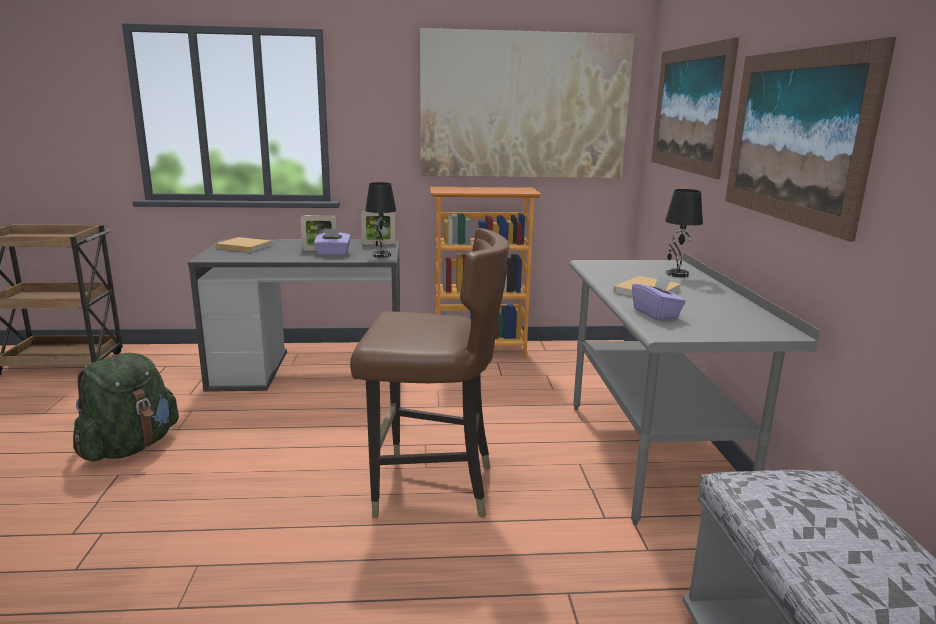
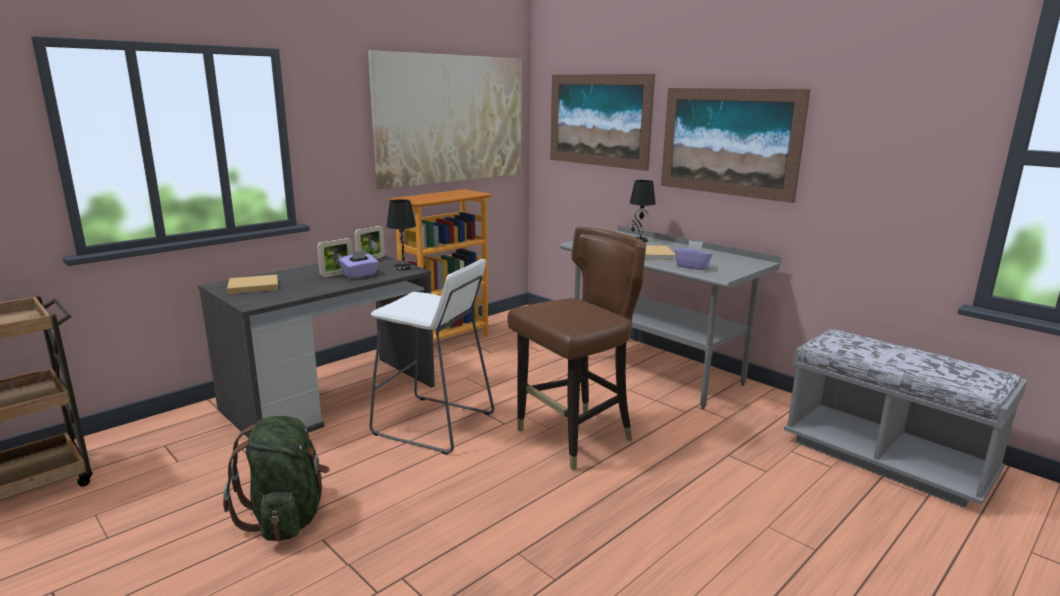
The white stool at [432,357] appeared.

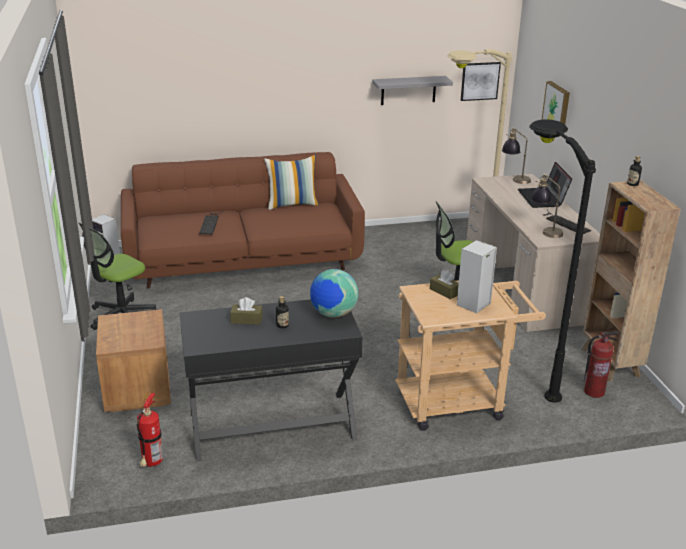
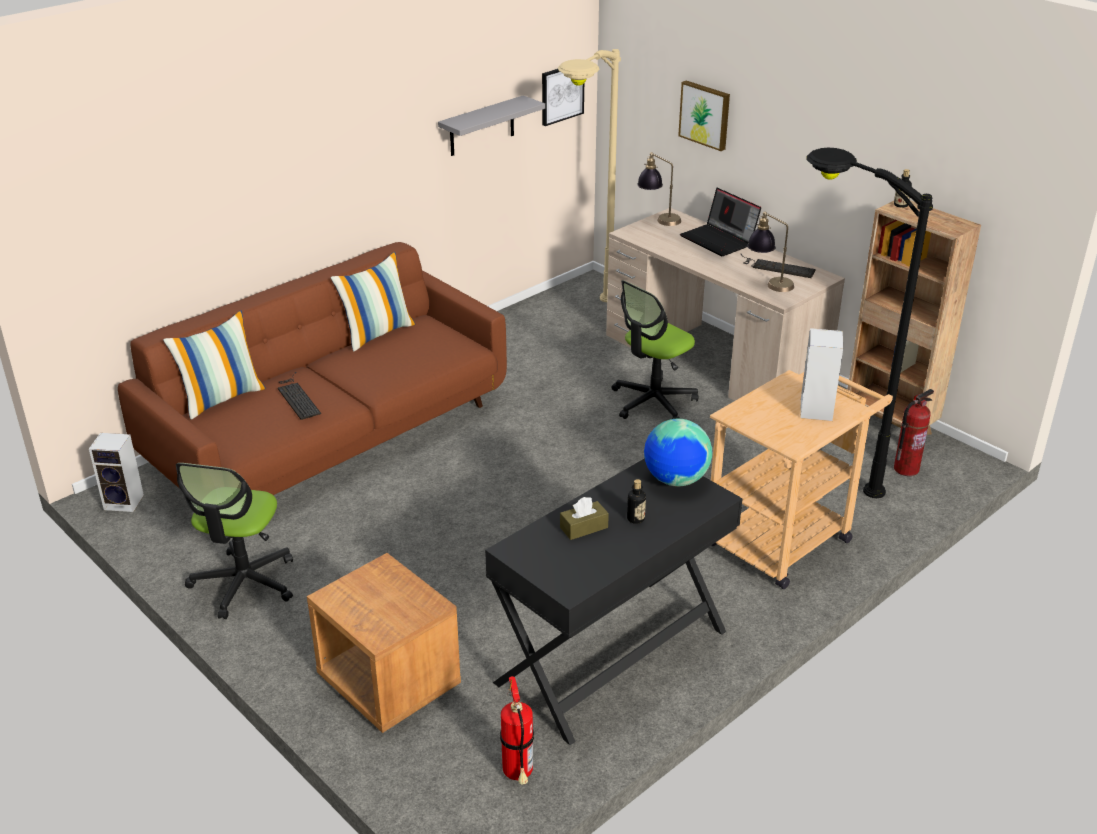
The pillow at [214,365] appeared.
The brown tissue box at [444,284] disappeared.

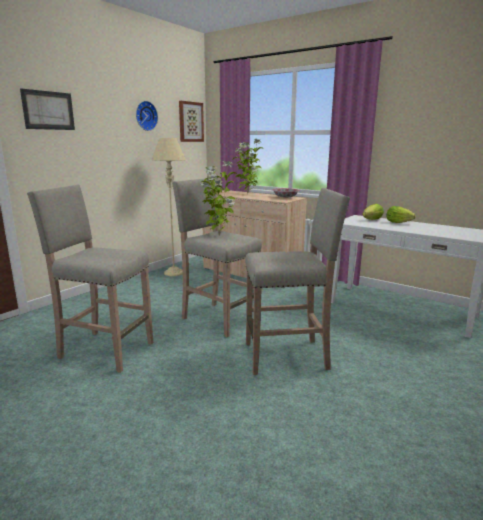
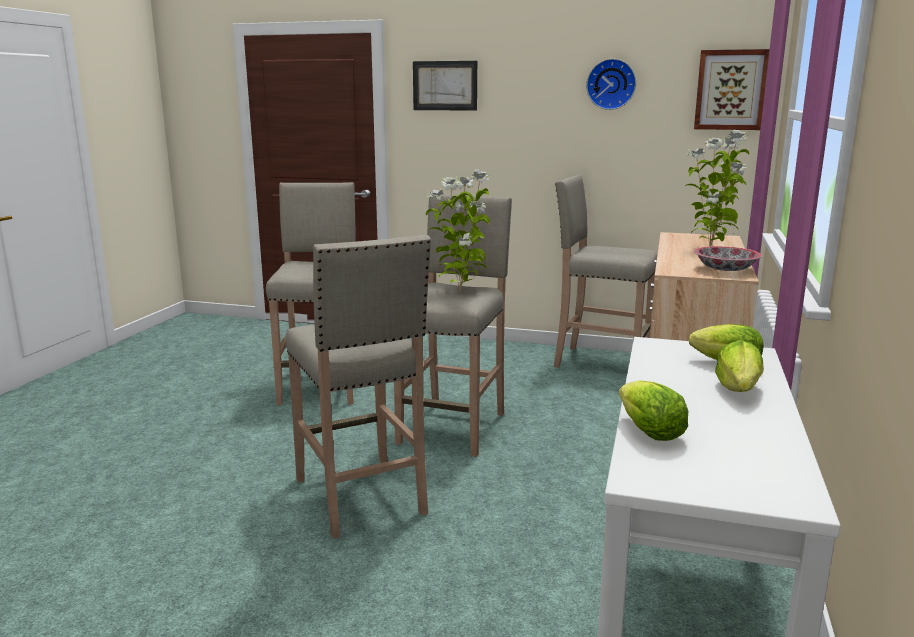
The beige floor lamp at [169,207] was replaced by the beige stool at [606,271].
The lettuce at [653,410] appeared.

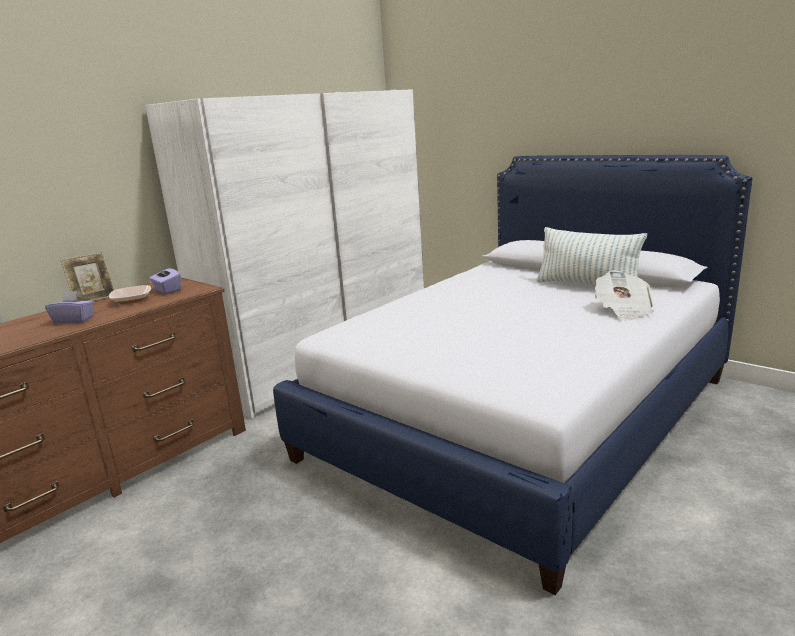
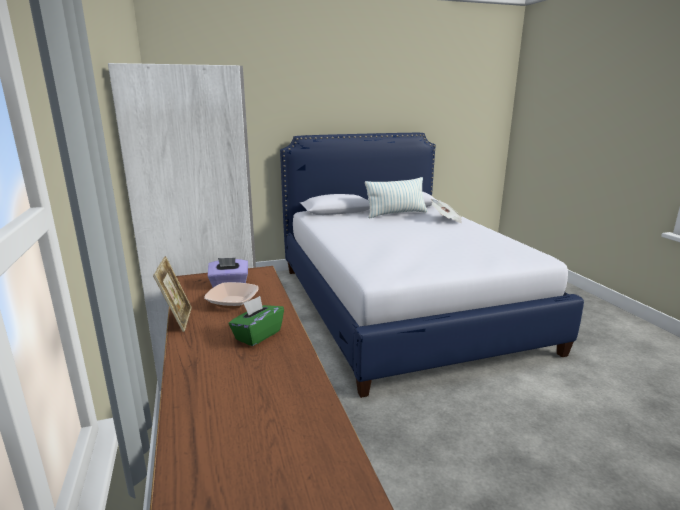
The purple tissue box at [69,307] became the green tissue box at [256,321].

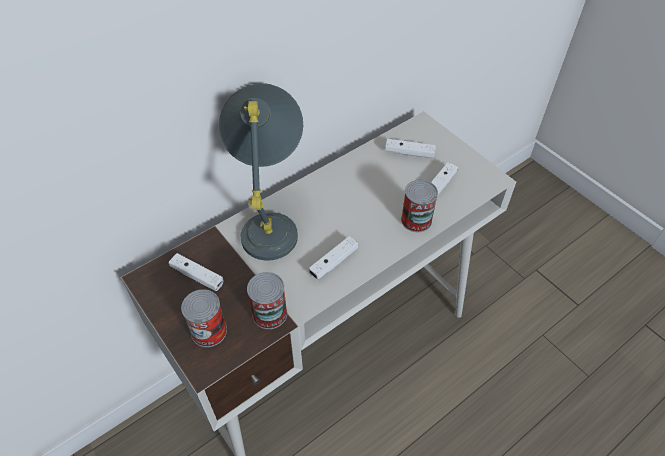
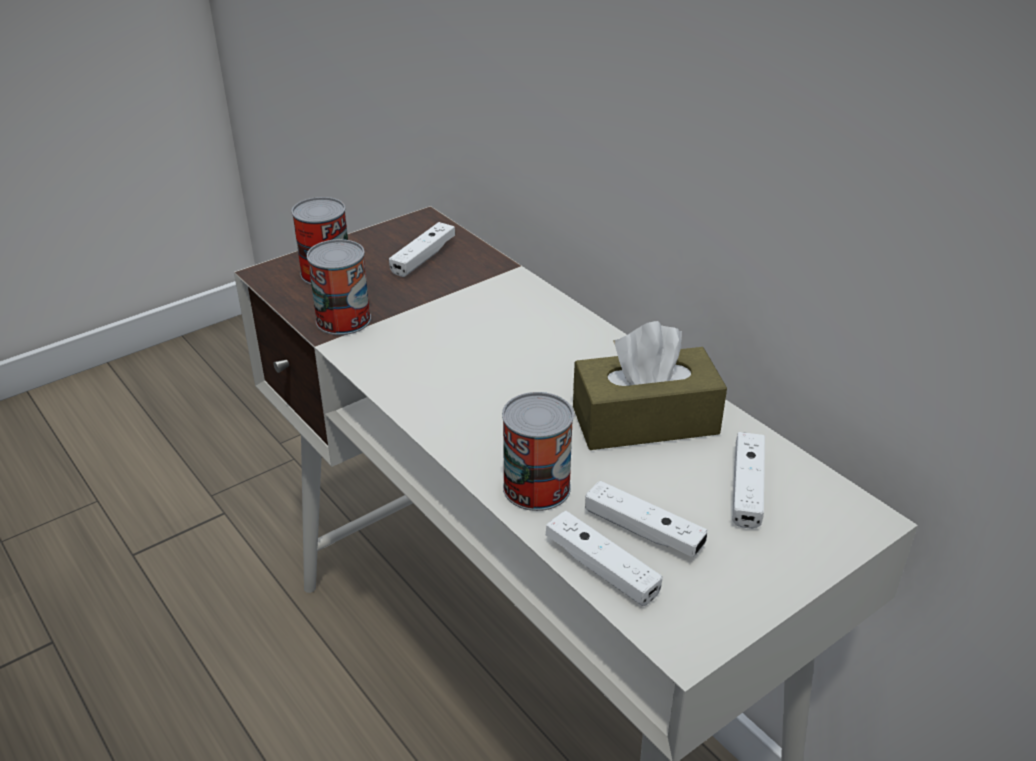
The white game controller moved from [333,258] to [604,558].
The brown tissue box at [650,385] appeared.
The grey table lamp at [261,172] disappeared.

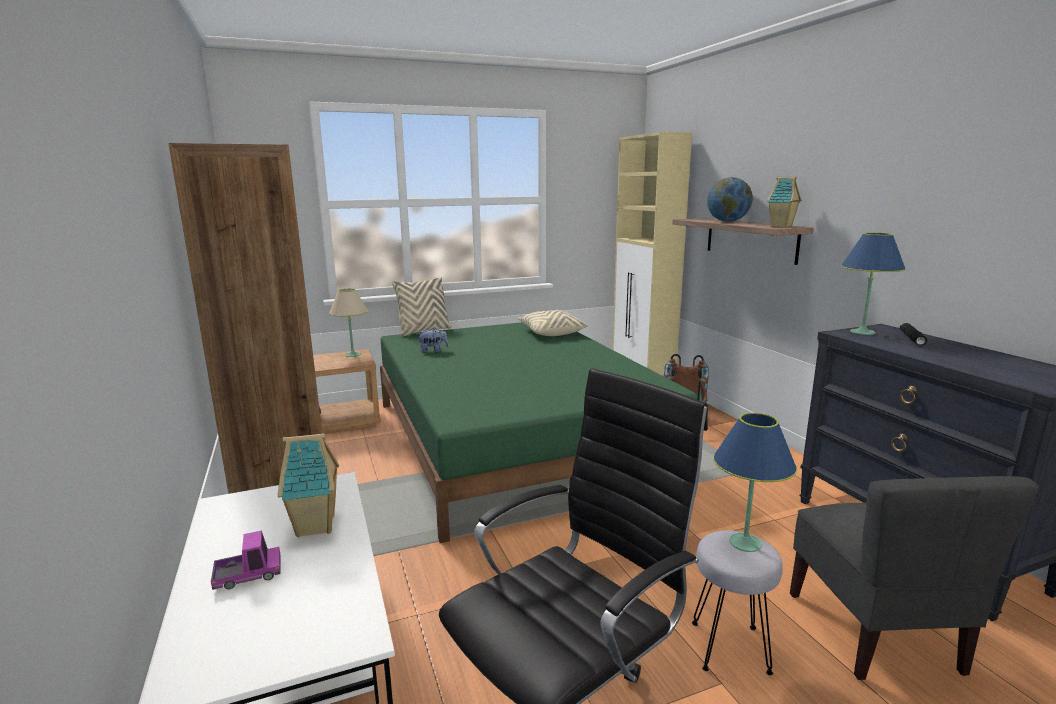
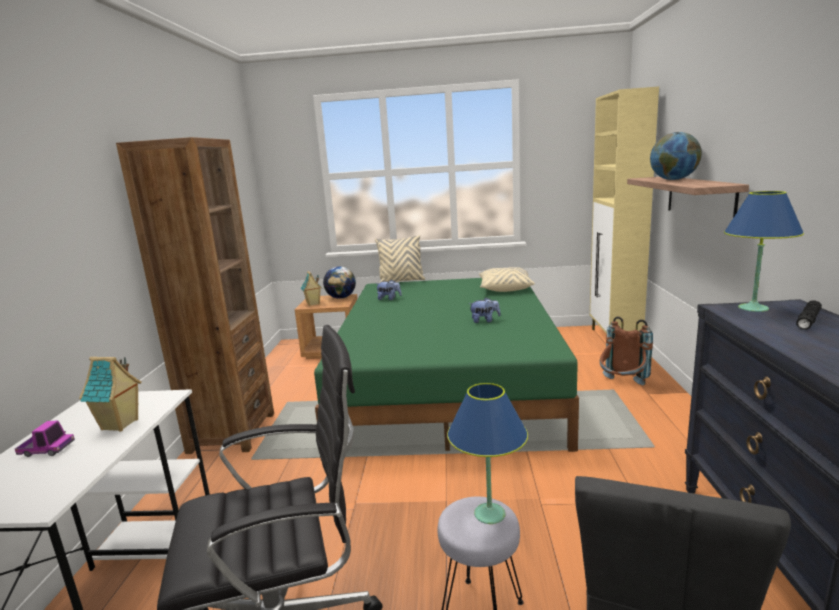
The toy house moved from [784,201] to [311,288].
The beige table lamp at [348,323] was replaced by the globe at [339,282].
The plush toy at [485,310] appeared.

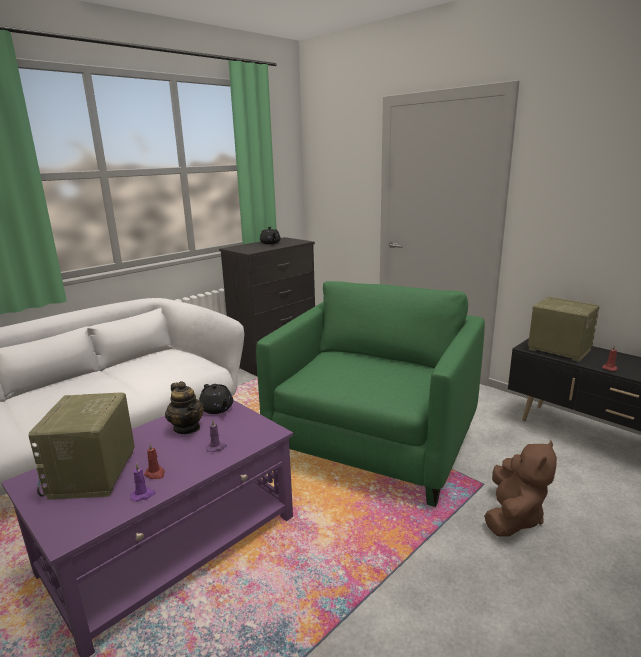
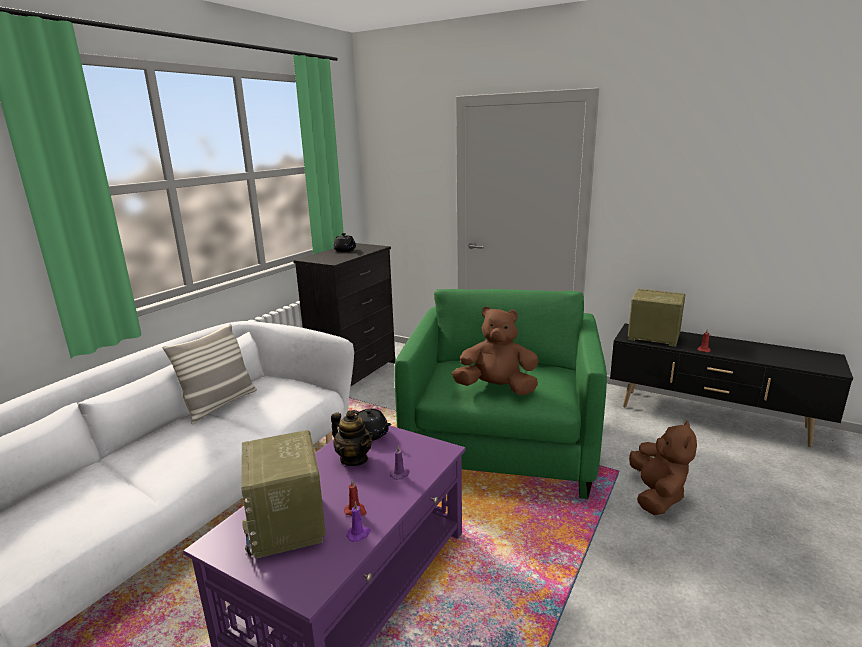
The pillow at [210,373] appeared.
The brown plush toy at [495,350] appeared.

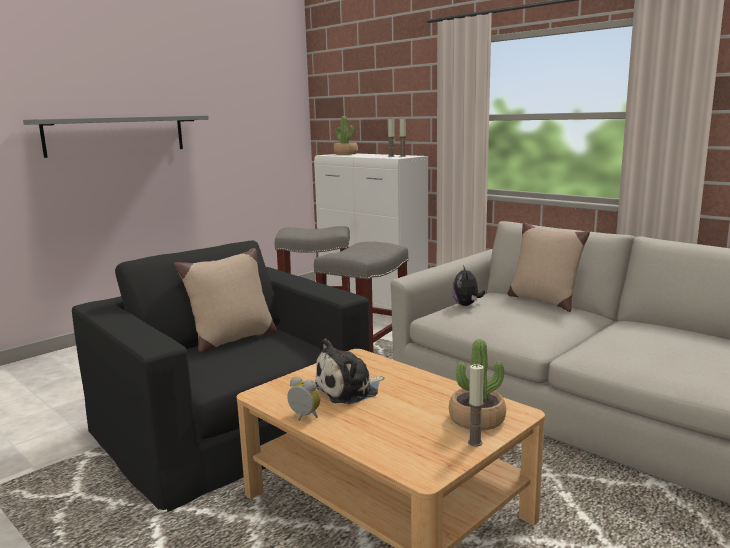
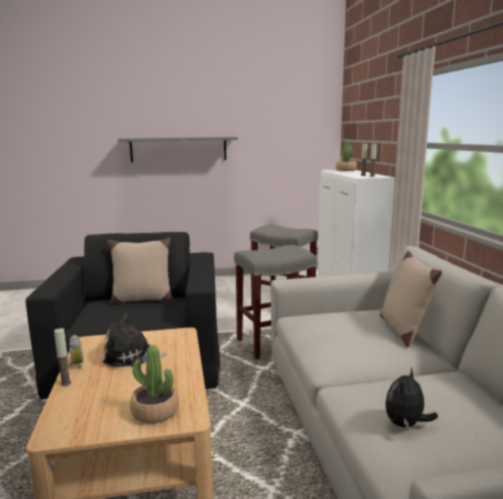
The candle moved from [476,405] to [62,357].
The plush toy moved from [468,285] to [411,398].

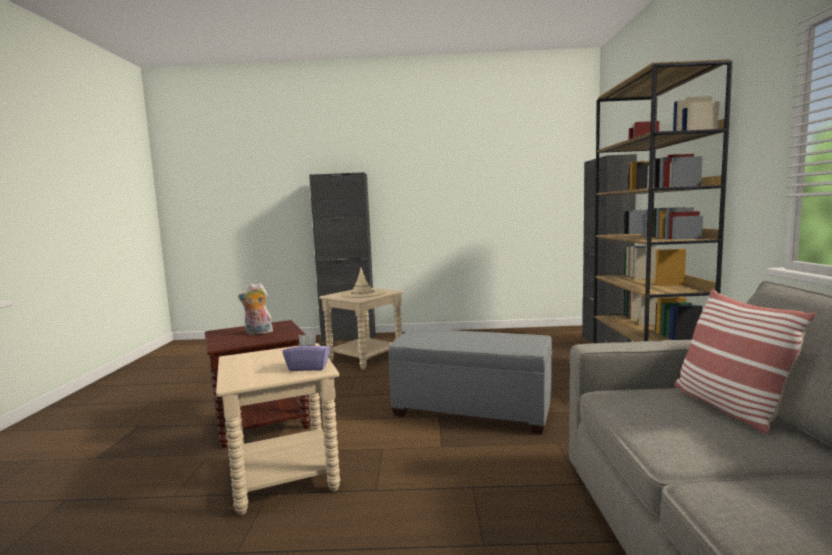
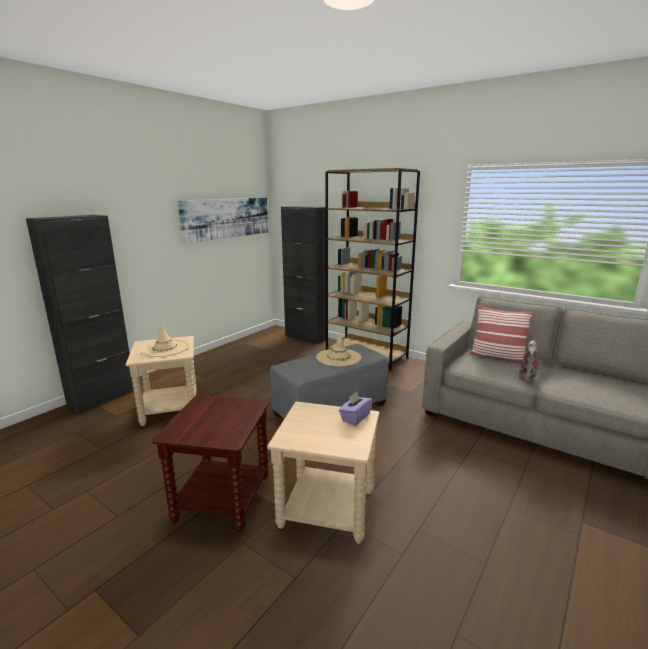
The picture at [223,220] appeared.
The beige hat at [338,350] appeared.
The plush toy moved from [255,309] to [530,361].

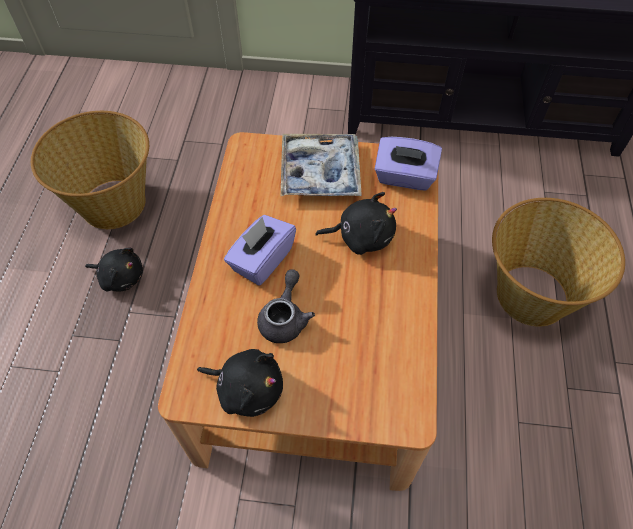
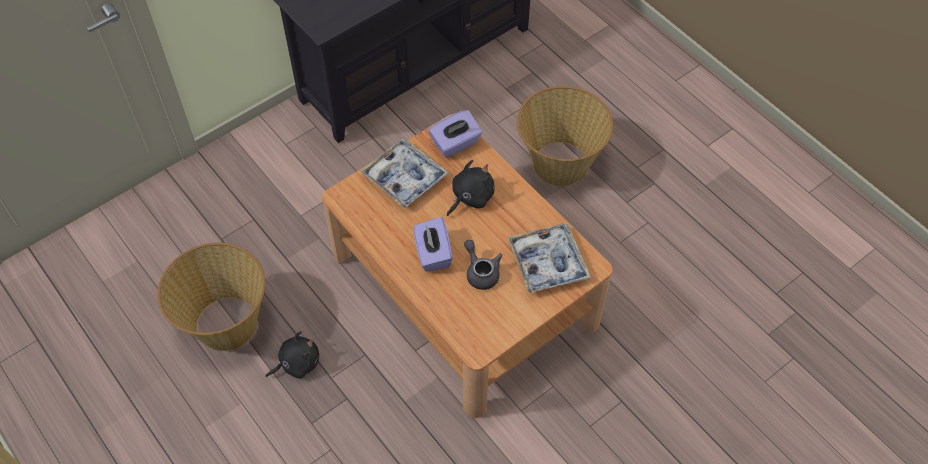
The tray at [549,258] appeared.
The black plush toy at [240,383] disappeared.

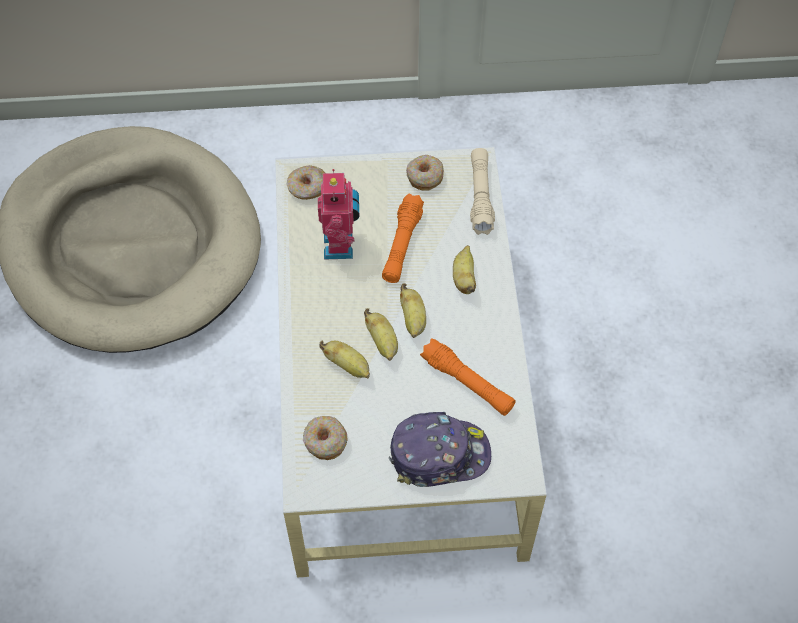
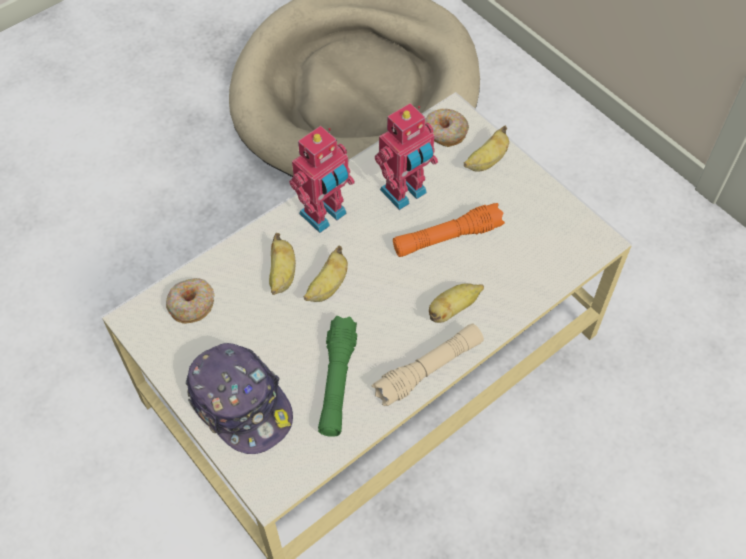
The toy robot at [322,179] appeared.
The orange flashlight at [468,377] became the green flashlight at [337,376].
The beige flashlight moved from [482,191] to [428,364].
The banana moved from [413,310] to [486,149].
The donut at [425,173] disappeared.

